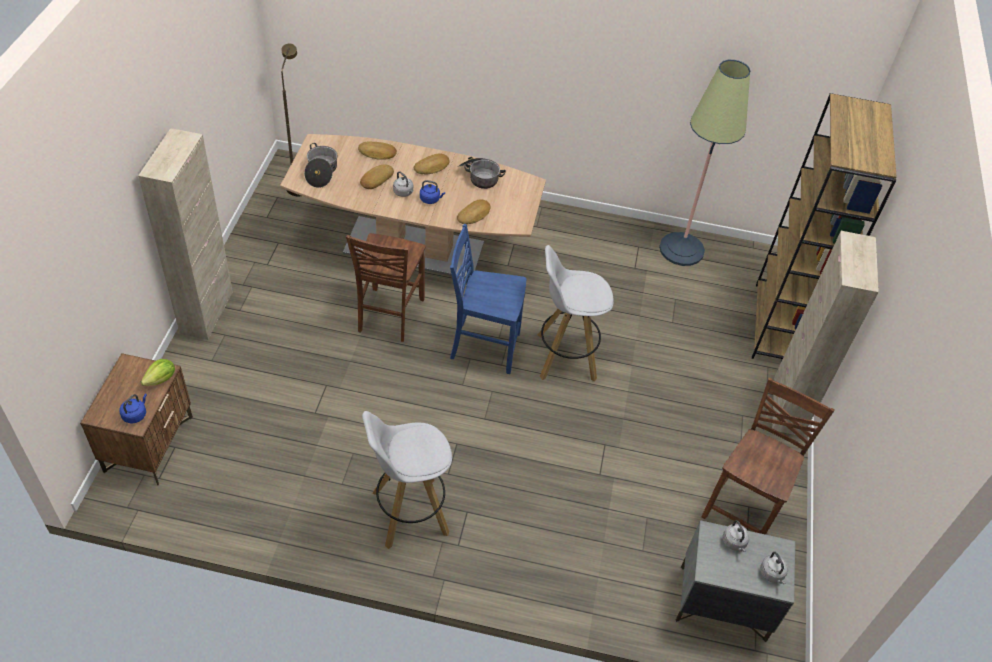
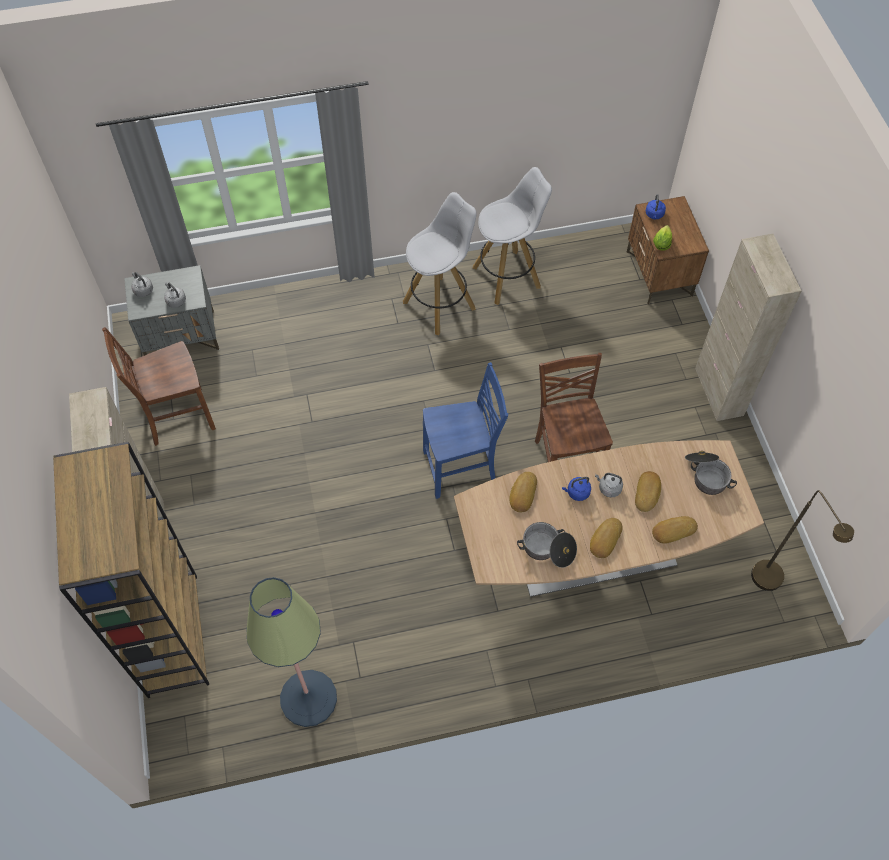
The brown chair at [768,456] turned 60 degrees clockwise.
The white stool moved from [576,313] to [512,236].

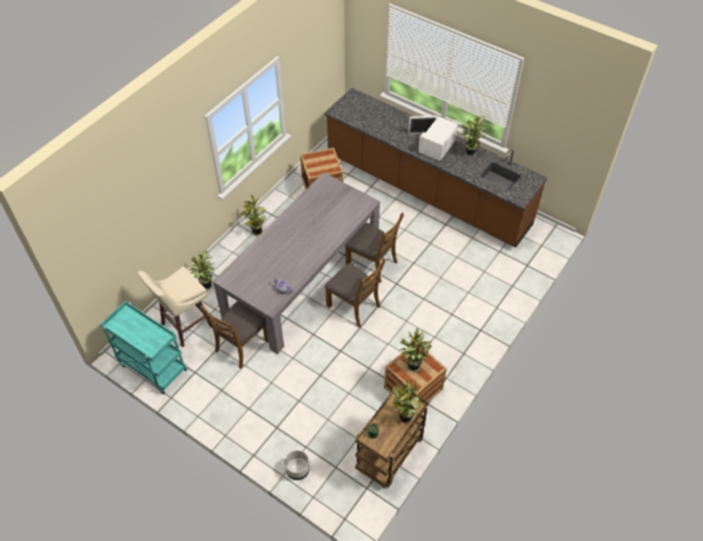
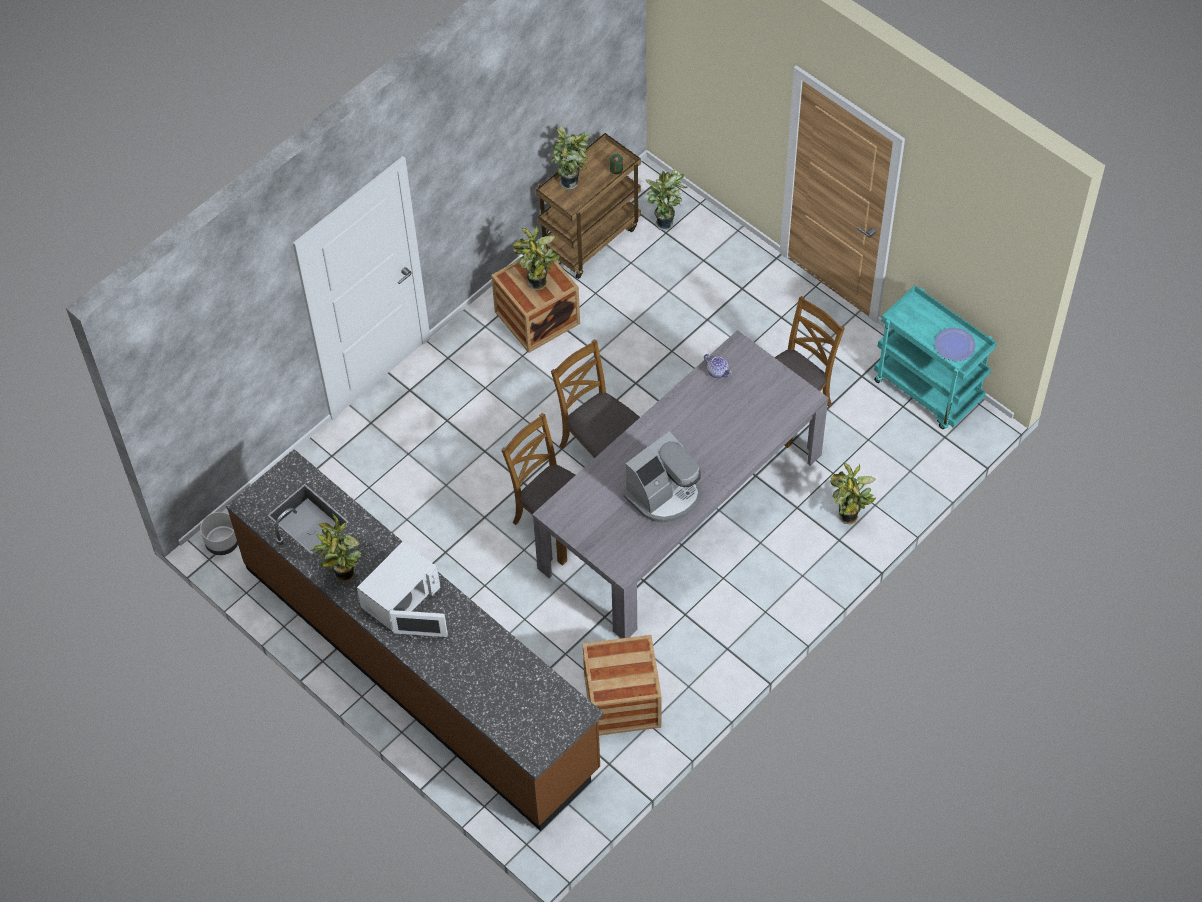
The grey planter moved from [297,465] to [219,533].
The coffee machine at [662,477] appeared.
The potted plant moved from [253,215] to [666,199].
The plate at [955,344] appeared.
The beige stool at [175,307] disappeared.

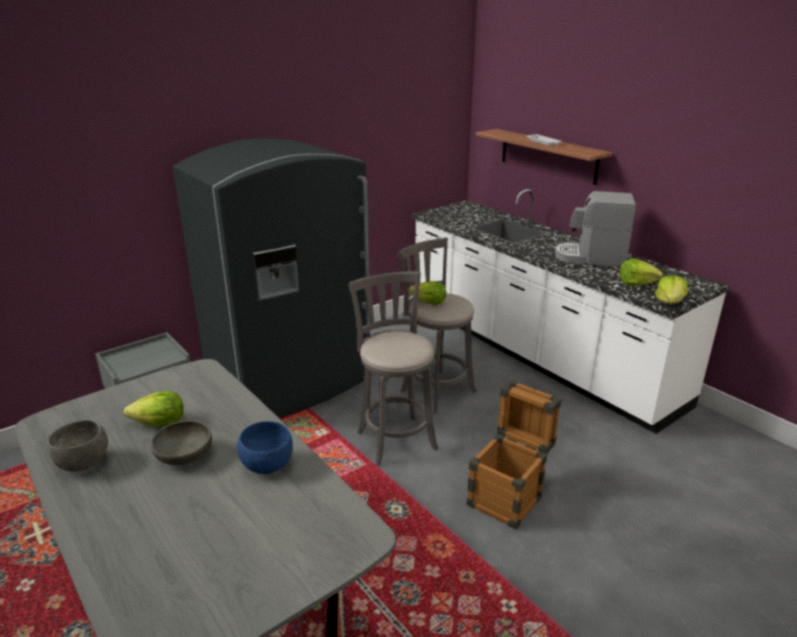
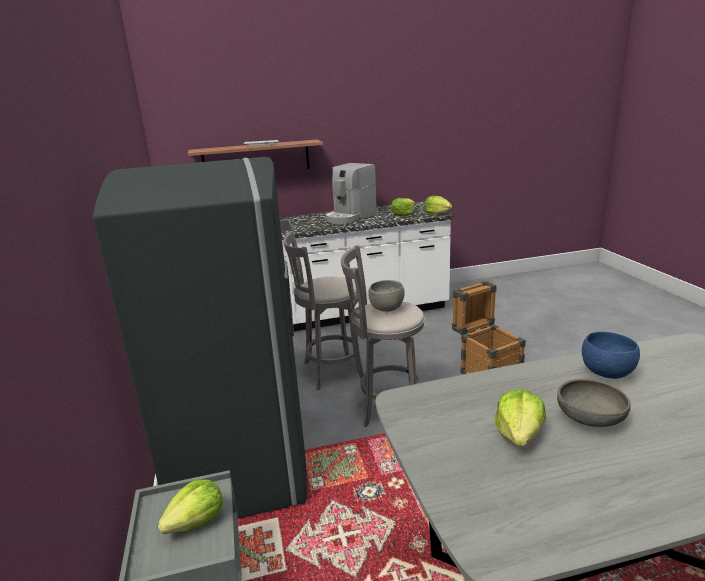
The lettuce moved from [427,293] to [190,506].
The grey bowl moved from [77,446] to [386,296].

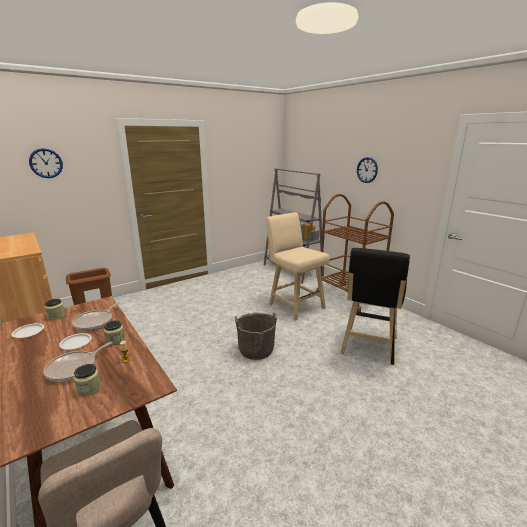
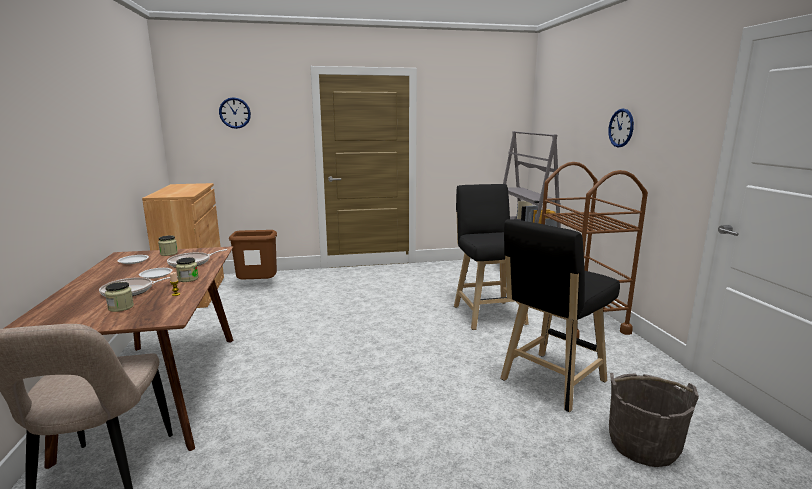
The beige stool at [298,266] became the black stool at [491,257].
The grey bucket moved from [256,336] to [654,420].

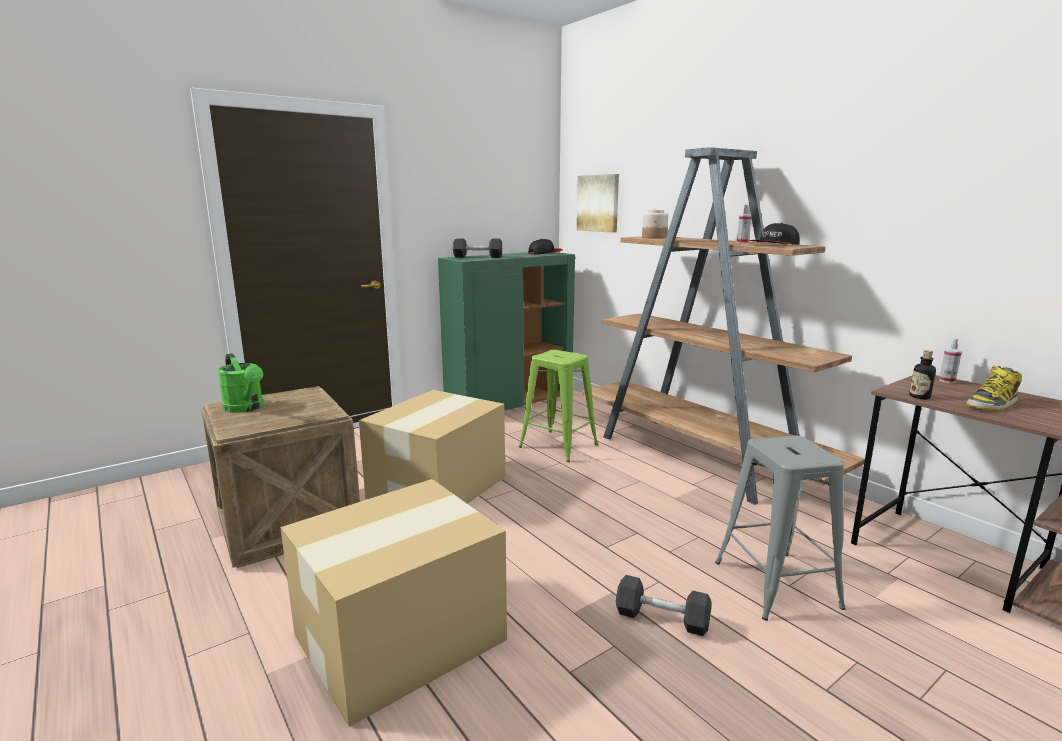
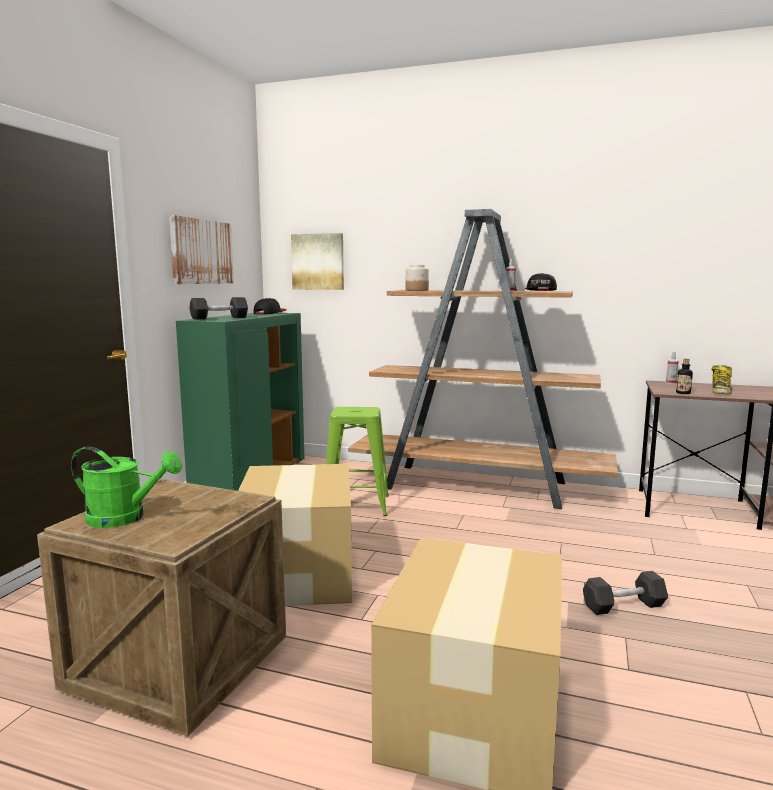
The picture at [201,249] appeared.
The grey stool at [780,528] disappeared.

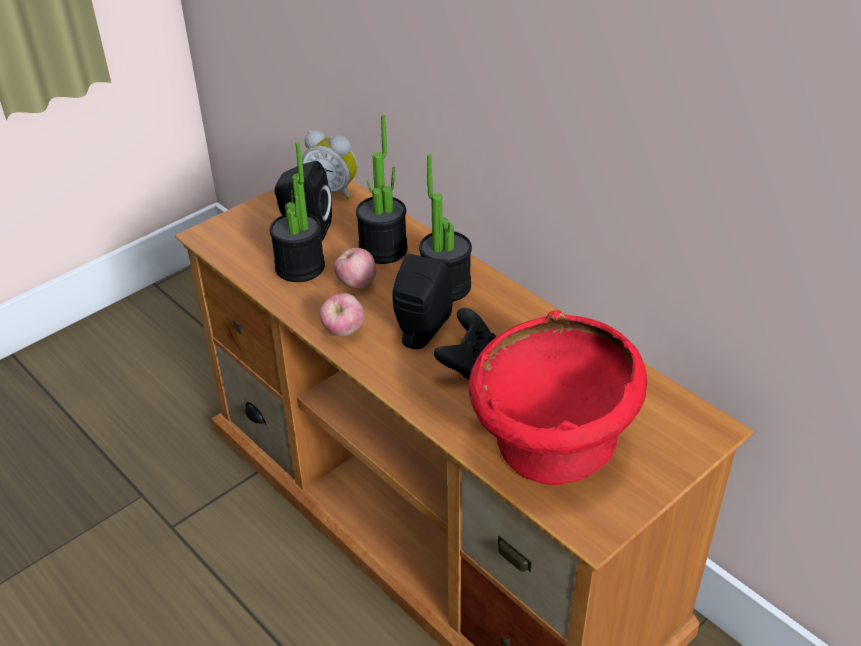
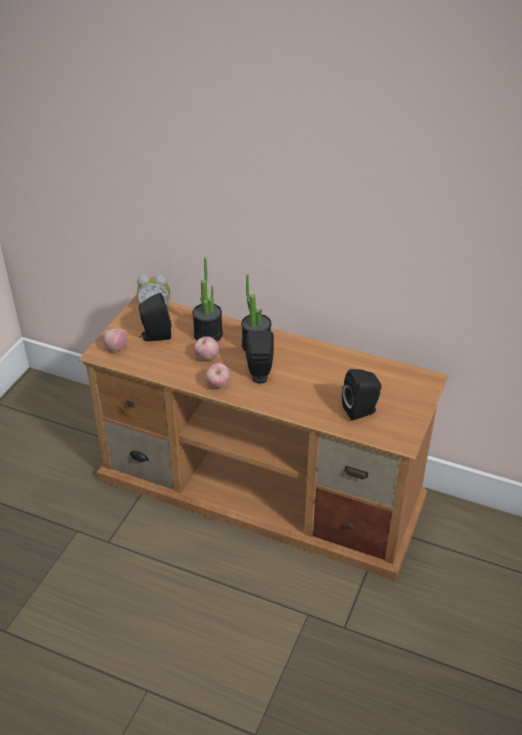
The apple at [115,339] appeared.
The red bowl at [557,397] was replaced by the black speaker at [361,394].
The potted plant at [297,212] disappeared.
The black game controller at [465,344] disappeared.

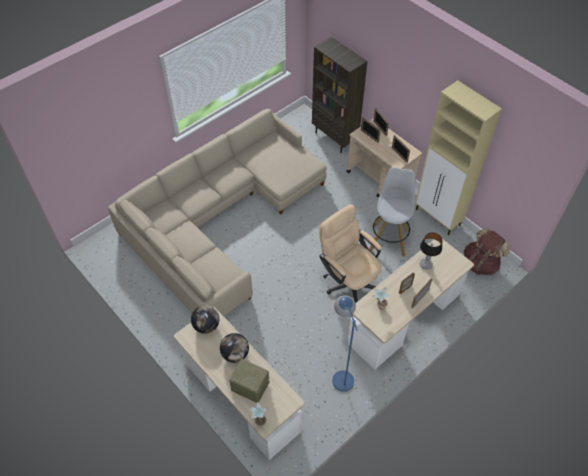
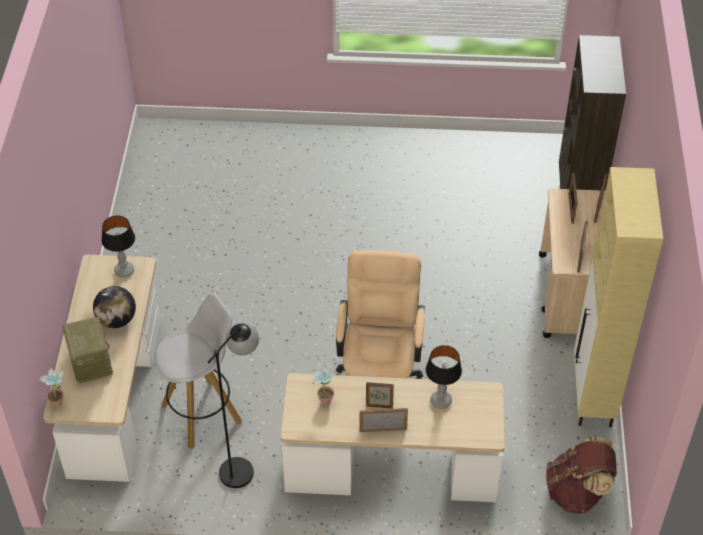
The globe at [205,319] was replaced by the table lamp at [118,247].
The white stool moved from [392,212] to [198,371].
The blue floor lamp at [344,343] became the black floor lamp at [233,405].
The beige sofa at [217,212] disappeared.

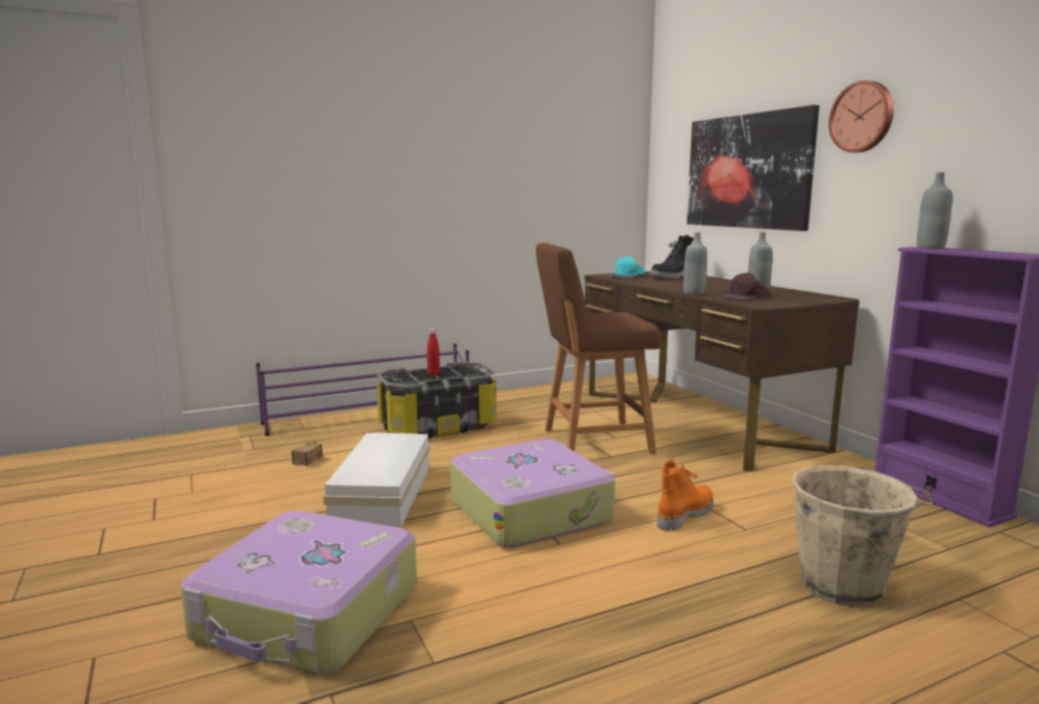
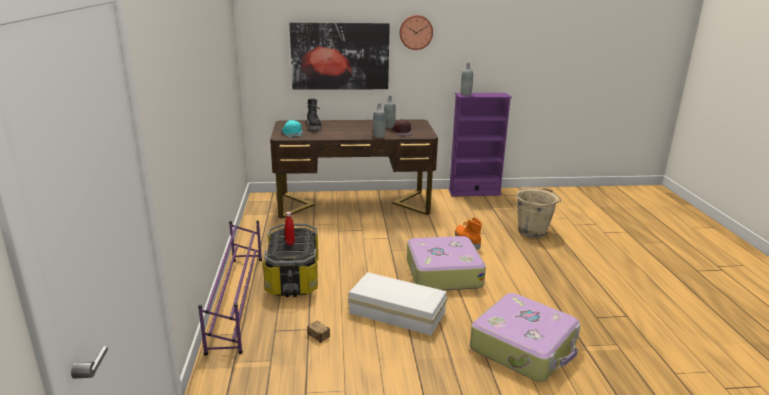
The brown stool at [598,348] disappeared.

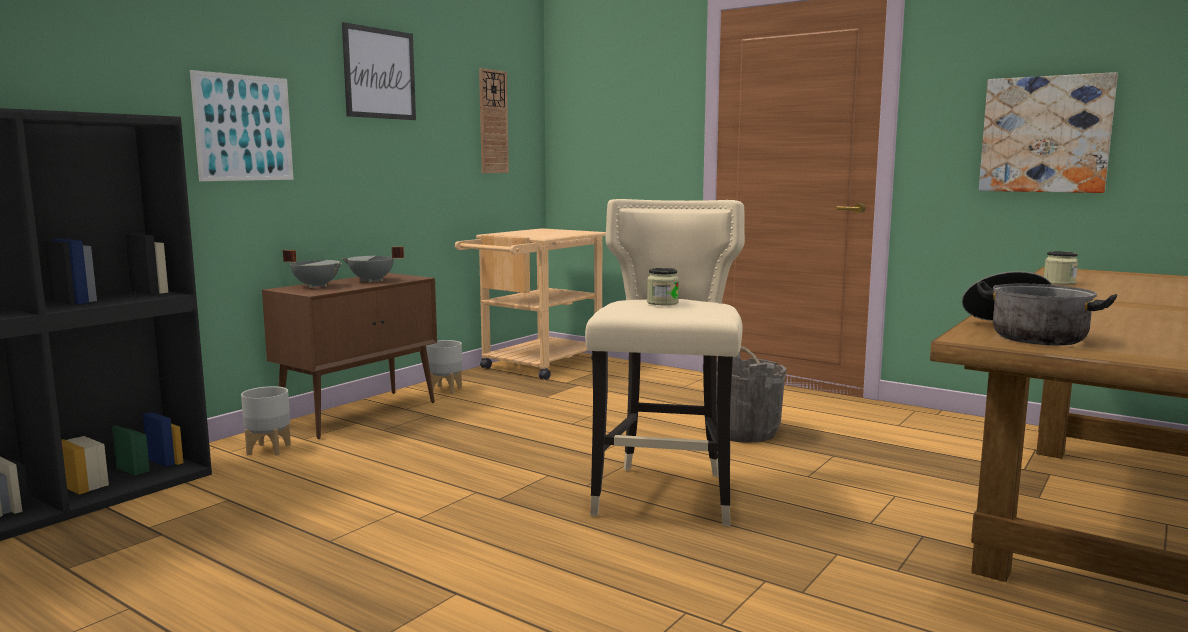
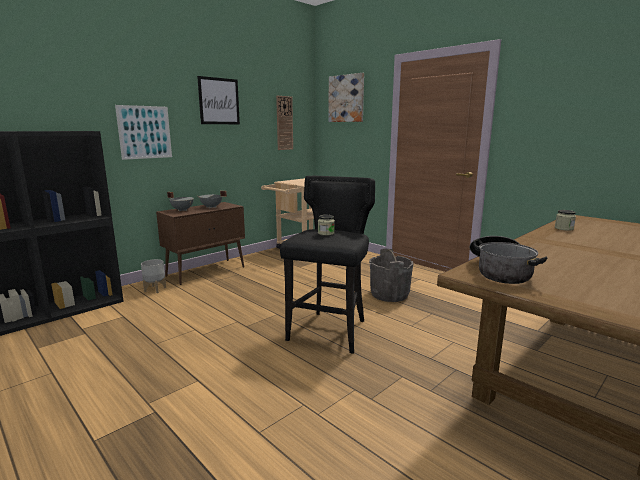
The beige stool at [665,362] became the black stool at [327,265].
The picture moved from [1048,132] to [346,97].
The grey planter at [444,367] disappeared.

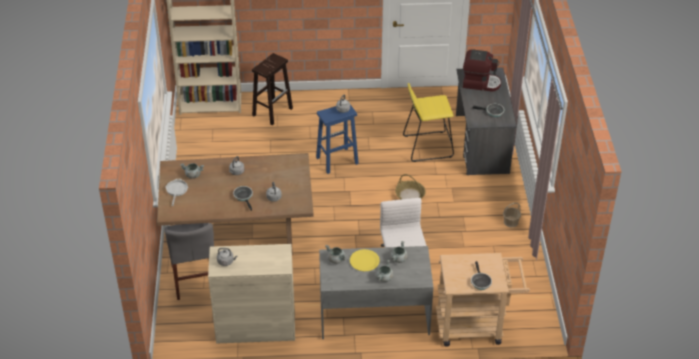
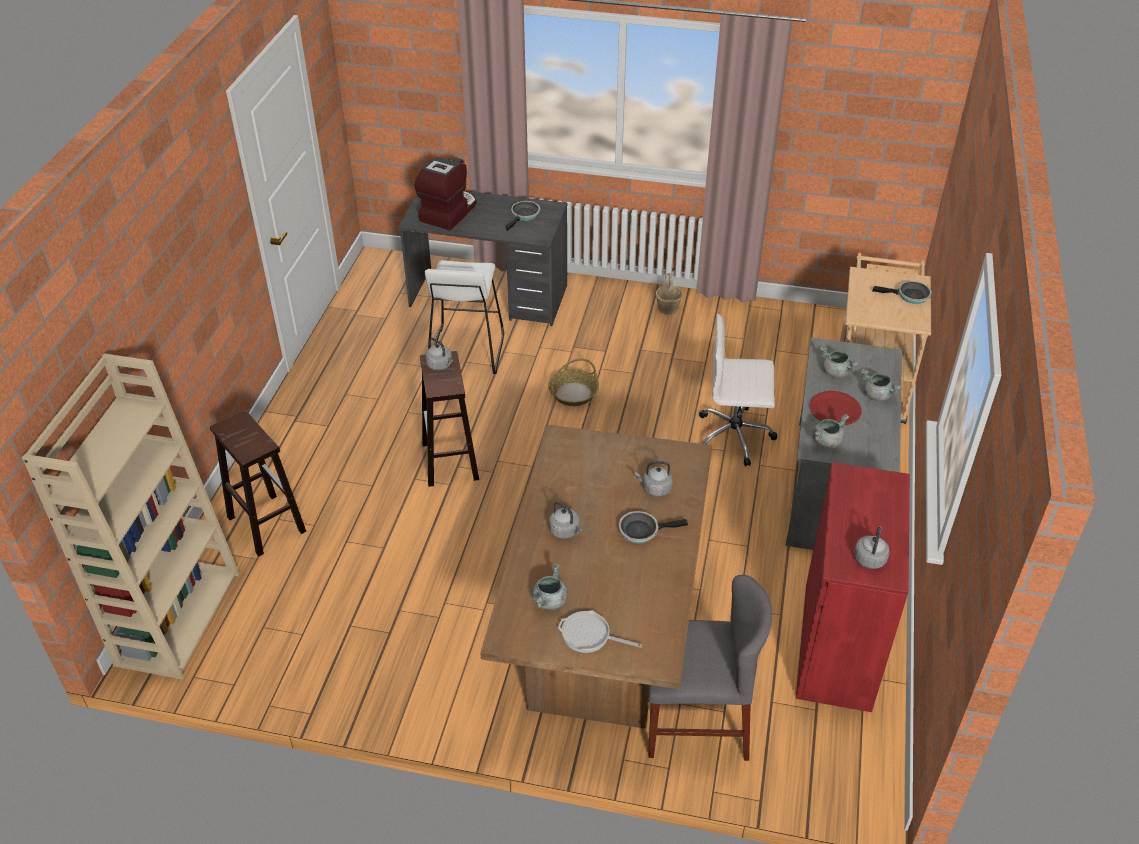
The blue stool at [337,139] became the brown stool at [449,419].
The yellow stool at [428,122] became the white stool at [464,317].
The beige cabinet at [251,294] became the red cabinet at [853,587].
The yellow plate at [365,260] became the red plate at [836,408].

